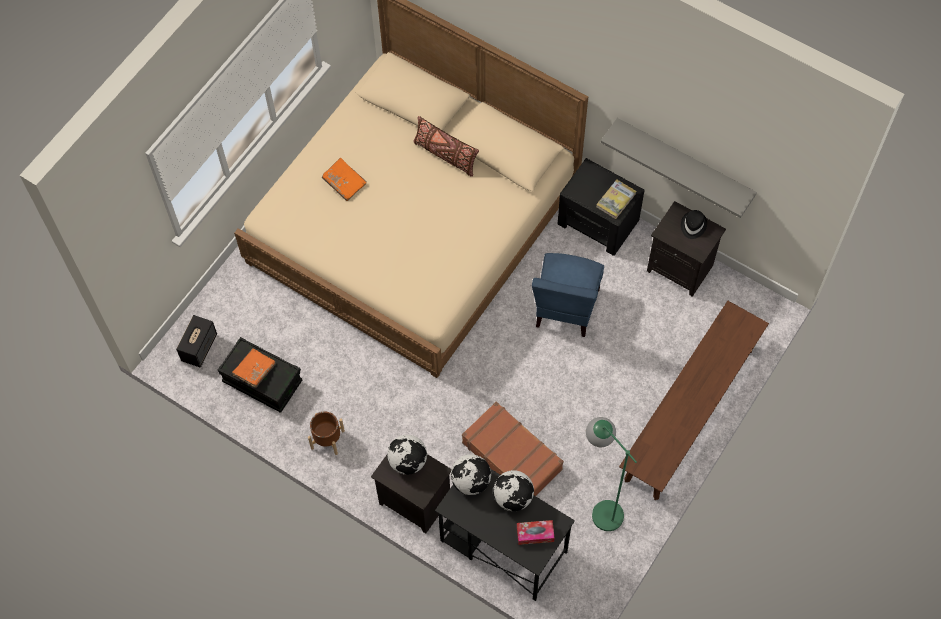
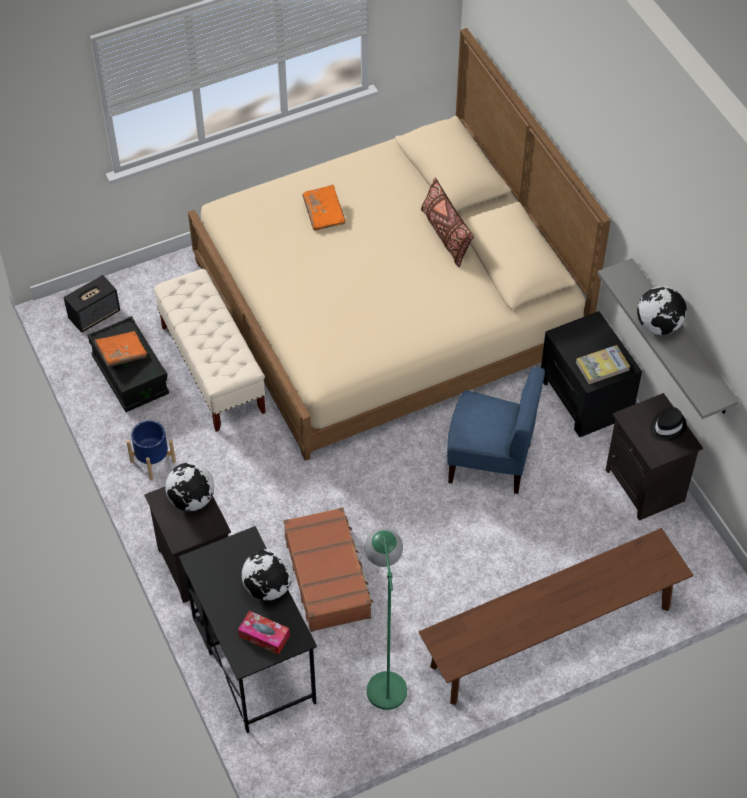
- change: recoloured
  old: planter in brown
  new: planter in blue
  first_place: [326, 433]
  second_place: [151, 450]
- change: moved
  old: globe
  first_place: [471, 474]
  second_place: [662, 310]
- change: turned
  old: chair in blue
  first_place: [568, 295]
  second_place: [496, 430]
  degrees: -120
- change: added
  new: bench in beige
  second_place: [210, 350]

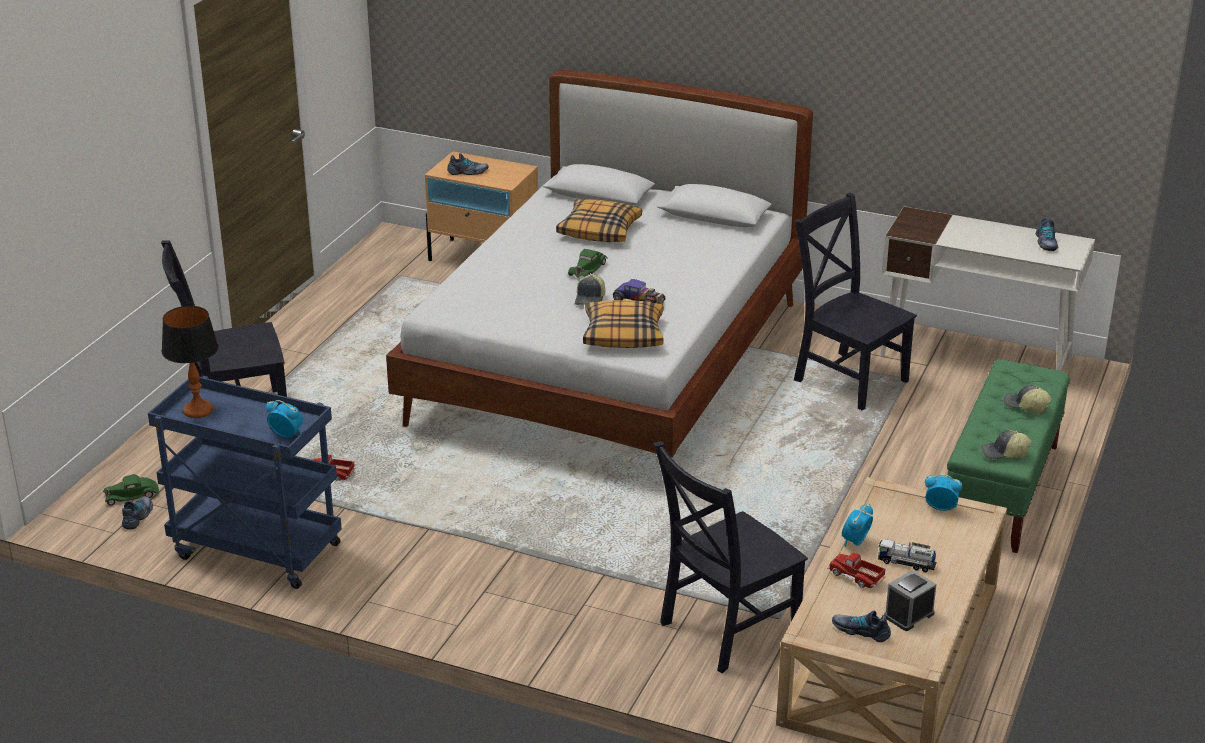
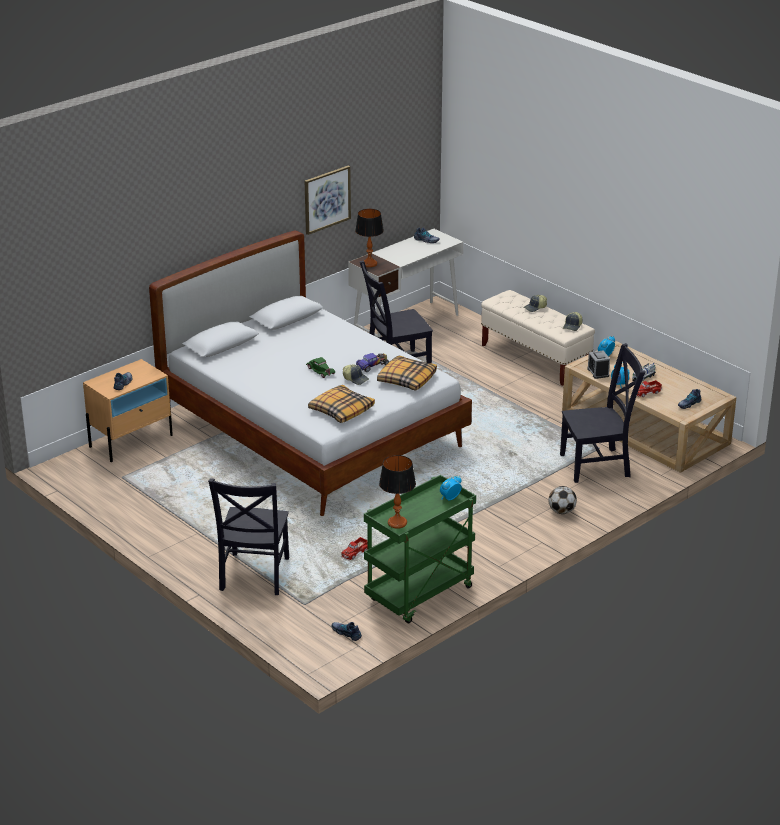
- change: removed
  old: toy car in green
  first_place: [131, 489]
- change: recoloured
  old: cart in blue
  new: cart in green
  first_place: [245, 482]
  second_place: [420, 549]
- change: moved
  old: pillow
  first_place: [599, 220]
  second_place: [341, 404]
- change: turned
  old: chair in black
  first_place: [730, 557]
  second_place: [602, 413]
  degrees: -90
- change: moved
  old: alarm clock
  first_place: [910, 600]
  second_place: [598, 364]
- change: recoloured
  old: bench in green
  new: bench in beige
  first_place: [1008, 456]
  second_place: [538, 338]
- change: added
  new: picture
  second_place: [328, 200]
- change: added
  new: table lamp
  second_place: [369, 238]
- change: added
  new: football
  second_place: [563, 500]

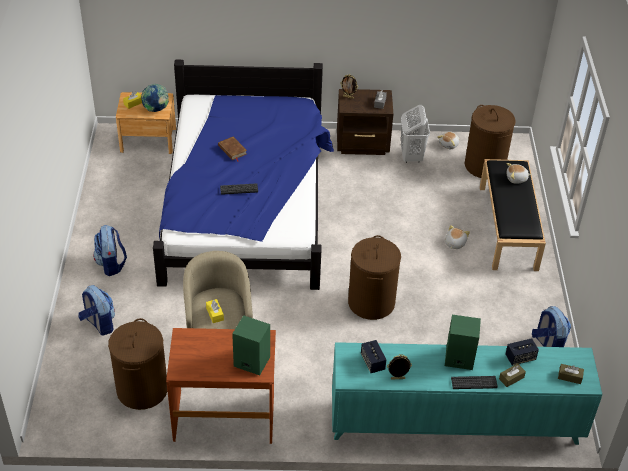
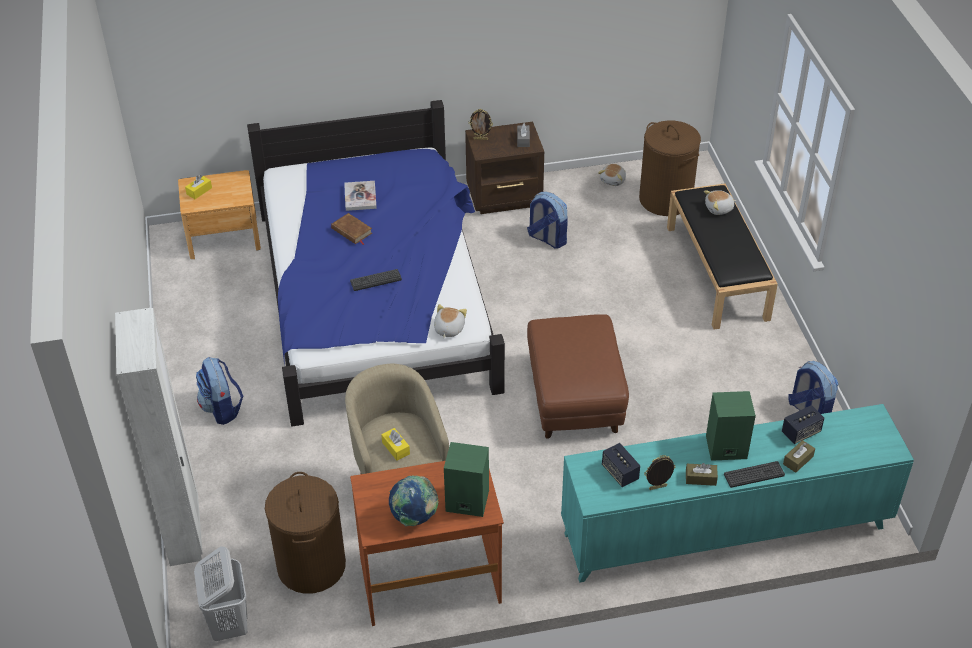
- change: moved
  old: backpack
  first_place: [96, 310]
  second_place: [547, 220]
- change: moved
  old: globe
  first_place: [155, 98]
  second_place: [414, 501]
- change: replaced
  old: laundry basket in brown
  new: ottoman in brown
  first_place: [374, 277]
  second_place: [578, 376]
- change: moved
  old: laundry basket in white
  first_place: [415, 134]
  second_place: [221, 594]
- change: moved
  old: plush toy
  first_place: [457, 237]
  second_place: [450, 321]
- change: moved
  old: tissue box in brown
  first_place: [571, 374]
  second_place: [702, 474]
- change: added
  new: wardrobe in white
  second_place: [159, 437]
- change: added
  new: book
  second_place: [360, 196]

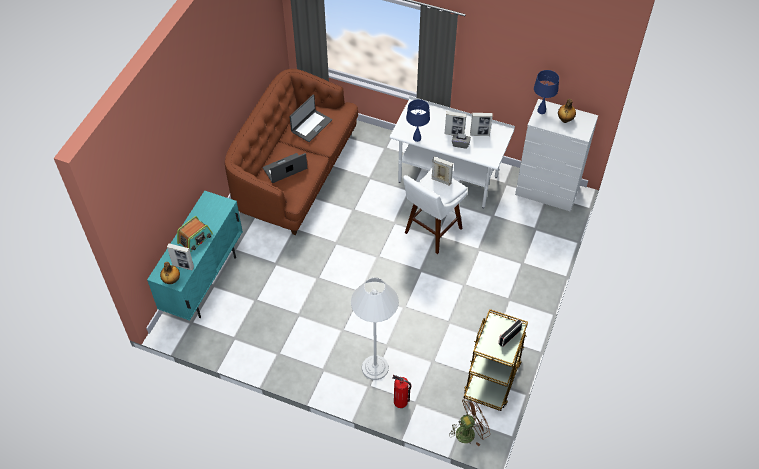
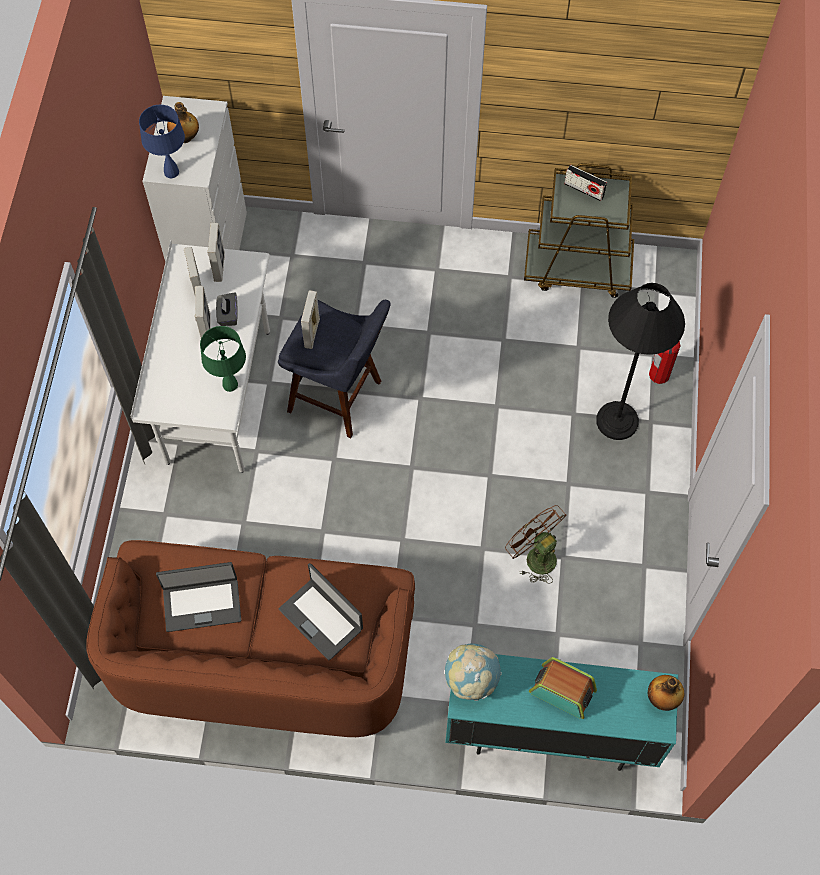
- change: moved
  old: picture frame
  first_place: [180, 256]
  second_place: [216, 252]
- change: turned
  old: laptop
  first_place: [310, 118]
  second_place: [198, 597]
  degrees: 150
- change: recoloured
  old: floor lamp in white
  new: floor lamp in black
  first_place: [375, 328]
  second_place: [640, 361]
- change: recoloured
  old: stool in white
  new: stool in blue
  first_place: [435, 211]
  second_place: [334, 368]
- change: recoloured
  old: table lamp in blue
  new: table lamp in green
  first_place: [418, 120]
  second_place: [223, 359]
- change: moved
  old: fan in brown
  first_place: [469, 421]
  second_place: [536, 544]
- change: added
  new: globe
  second_place: [473, 672]

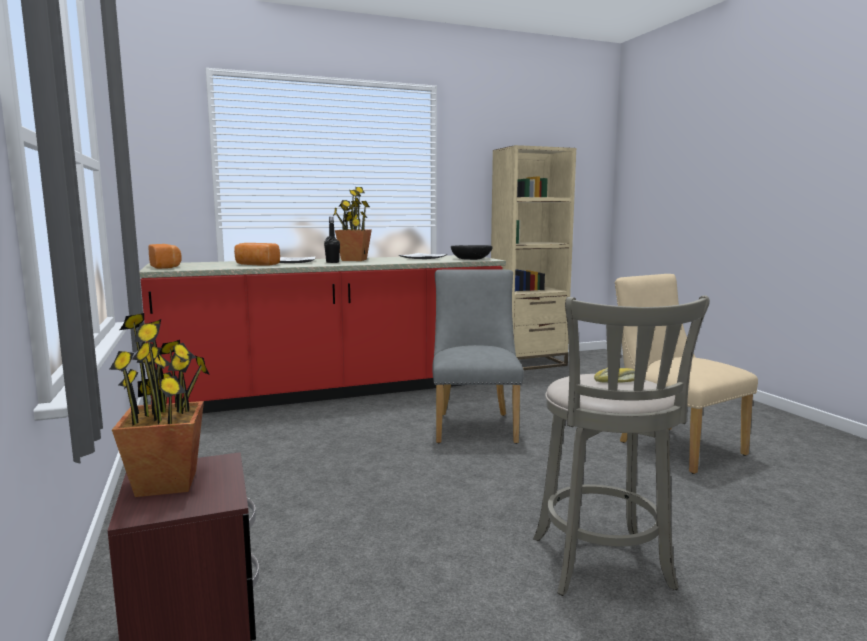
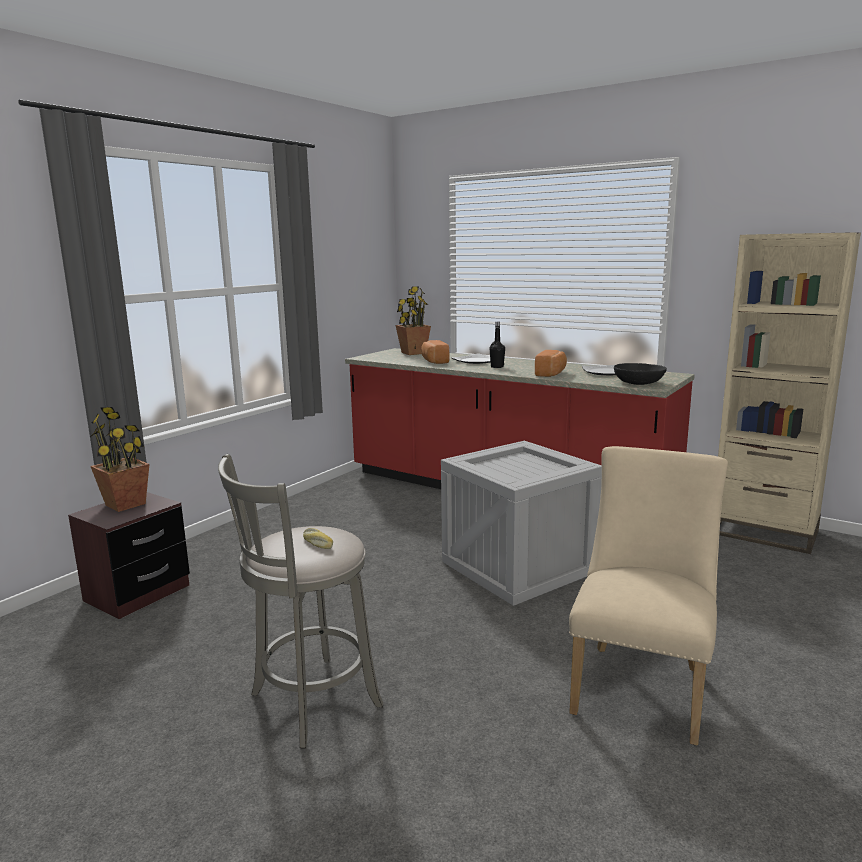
- change: moved
  old: bread
  first_place: [165, 256]
  second_place: [551, 363]
- change: moved
  old: potted plant
  first_place: [352, 224]
  second_place: [413, 320]
- change: replaced
  old: chair in grey
  new: crate
  first_place: [478, 356]
  second_place: [521, 523]

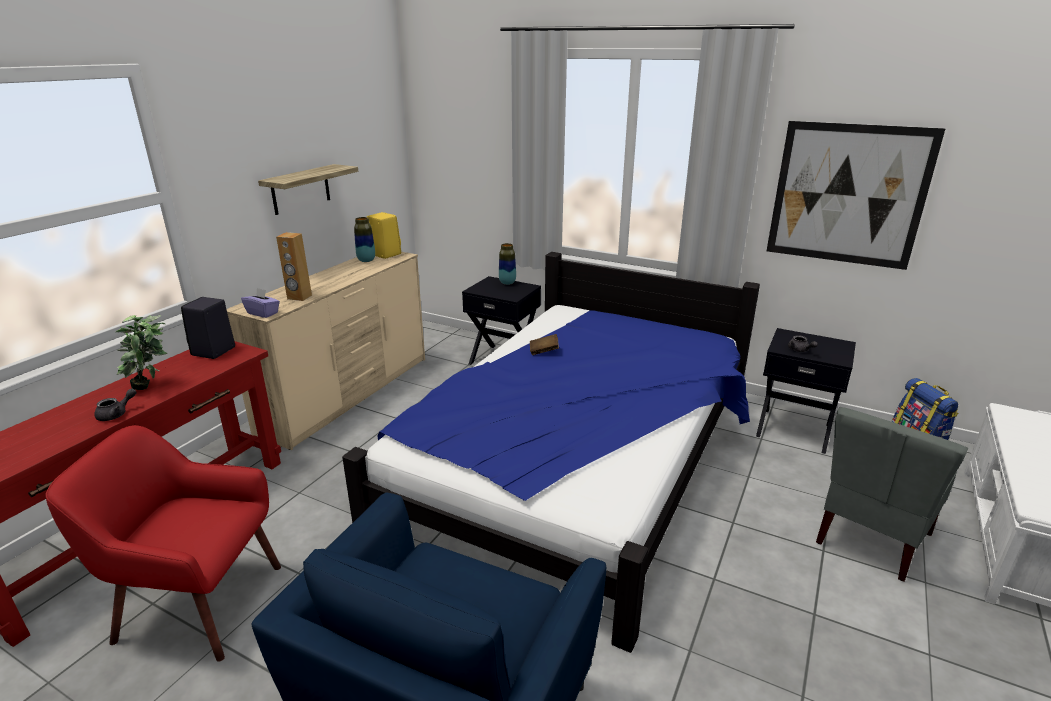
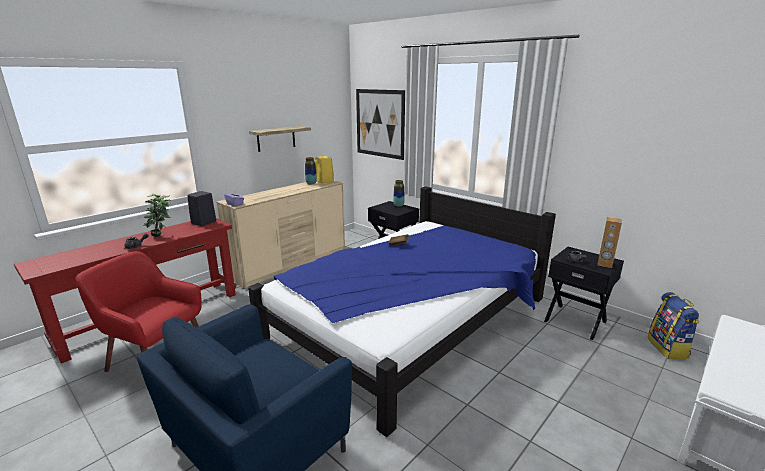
- change: moved
  old: speaker in brown
  first_place: [294, 266]
  second_place: [609, 242]
- change: moved
  old: picture
  first_place: [856, 195]
  second_place: [380, 124]
- change: removed
  old: chair in grey
  first_place: [892, 494]

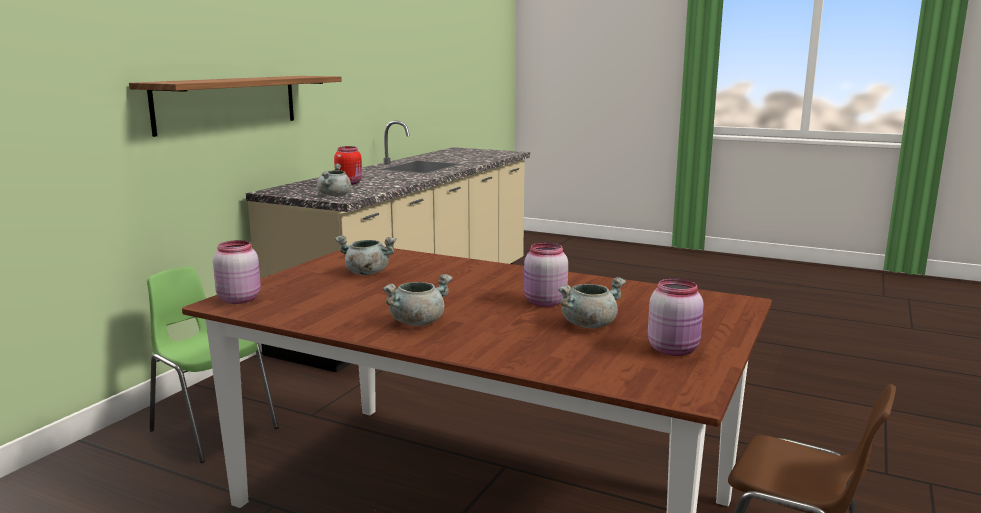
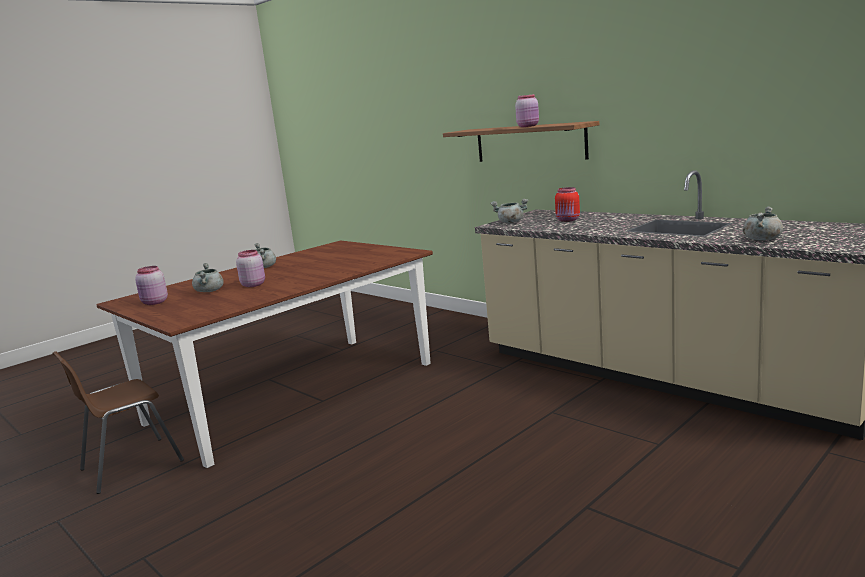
- change: removed
  old: chair in green
  first_place: [212, 365]
- change: moved
  old: jar in pink
  first_place: [237, 272]
  second_place: [527, 110]
- change: moved
  old: cooking pot in grey
  first_place: [365, 255]
  second_place: [763, 223]

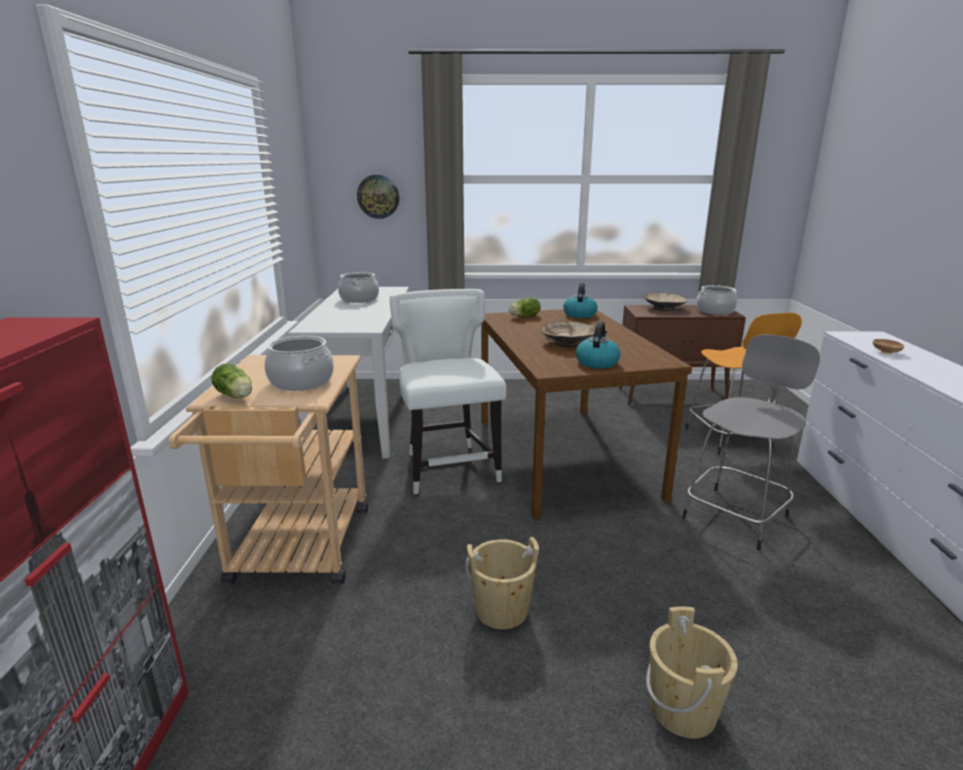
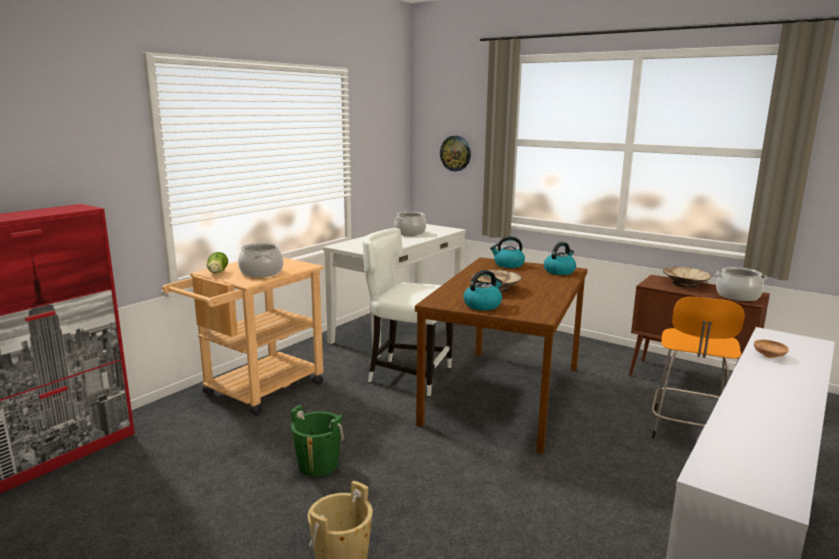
- change: turned
  old: chair in white
  first_place: [448, 391]
  second_place: [407, 312]
  degrees: -90
- change: recoloured
  old: bucket in beige
  new: bucket in green
  first_place: [502, 583]
  second_place: [317, 441]
- change: replaced
  old: lettuce
  new: kettle
  first_place: [525, 307]
  second_place: [507, 252]
- change: removed
  old: stool in grey
  first_place: [751, 442]

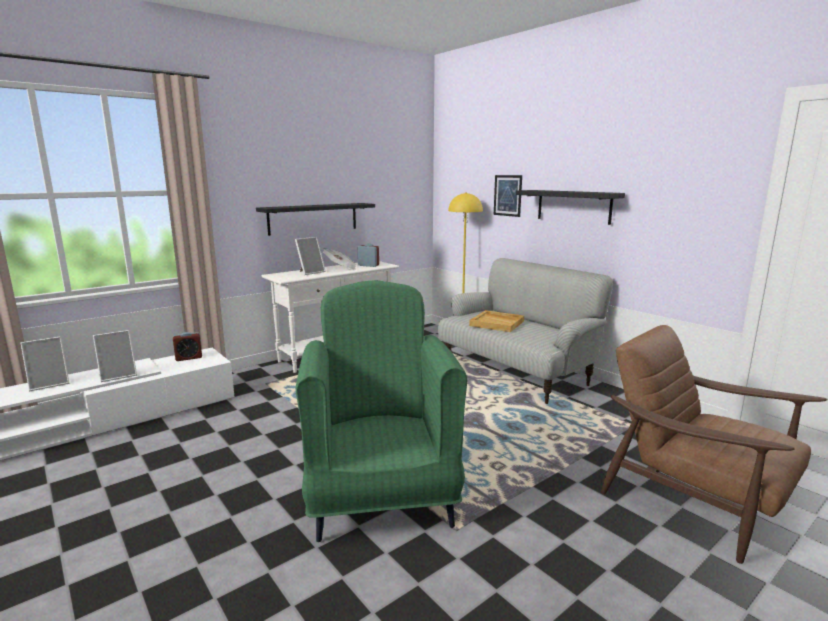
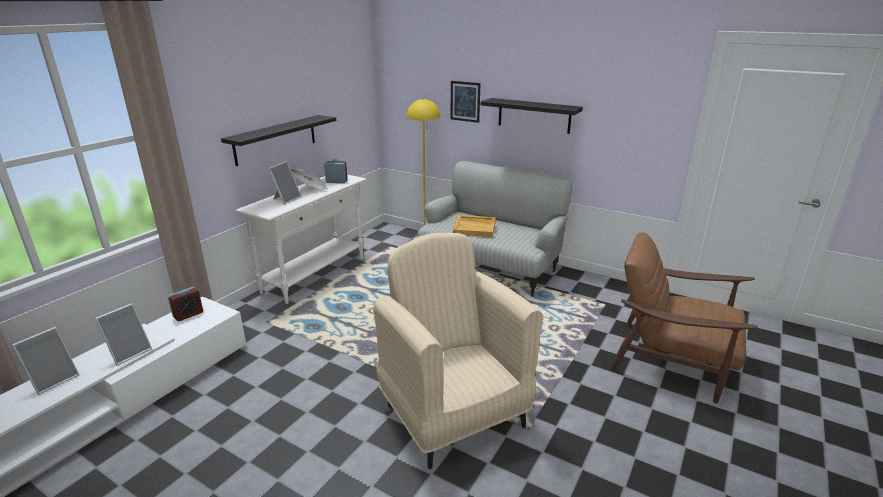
- change: recoloured
  old: armchair in green
  new: armchair in beige
  first_place: [381, 411]
  second_place: [458, 351]

